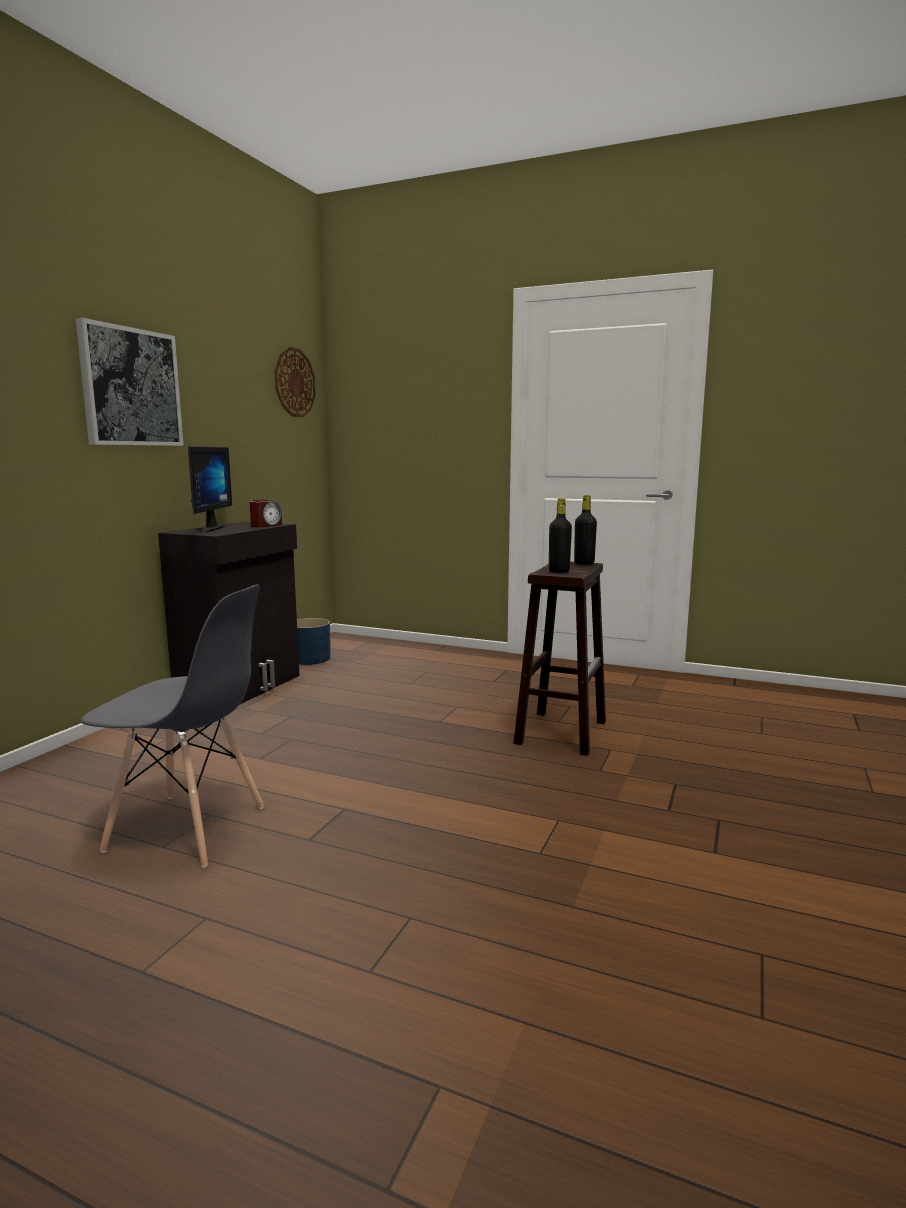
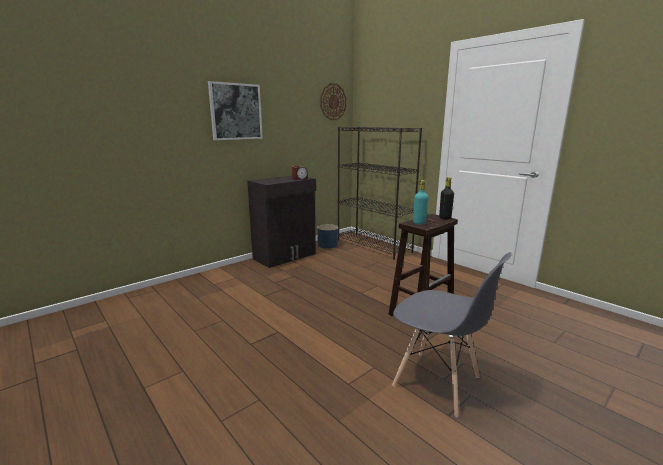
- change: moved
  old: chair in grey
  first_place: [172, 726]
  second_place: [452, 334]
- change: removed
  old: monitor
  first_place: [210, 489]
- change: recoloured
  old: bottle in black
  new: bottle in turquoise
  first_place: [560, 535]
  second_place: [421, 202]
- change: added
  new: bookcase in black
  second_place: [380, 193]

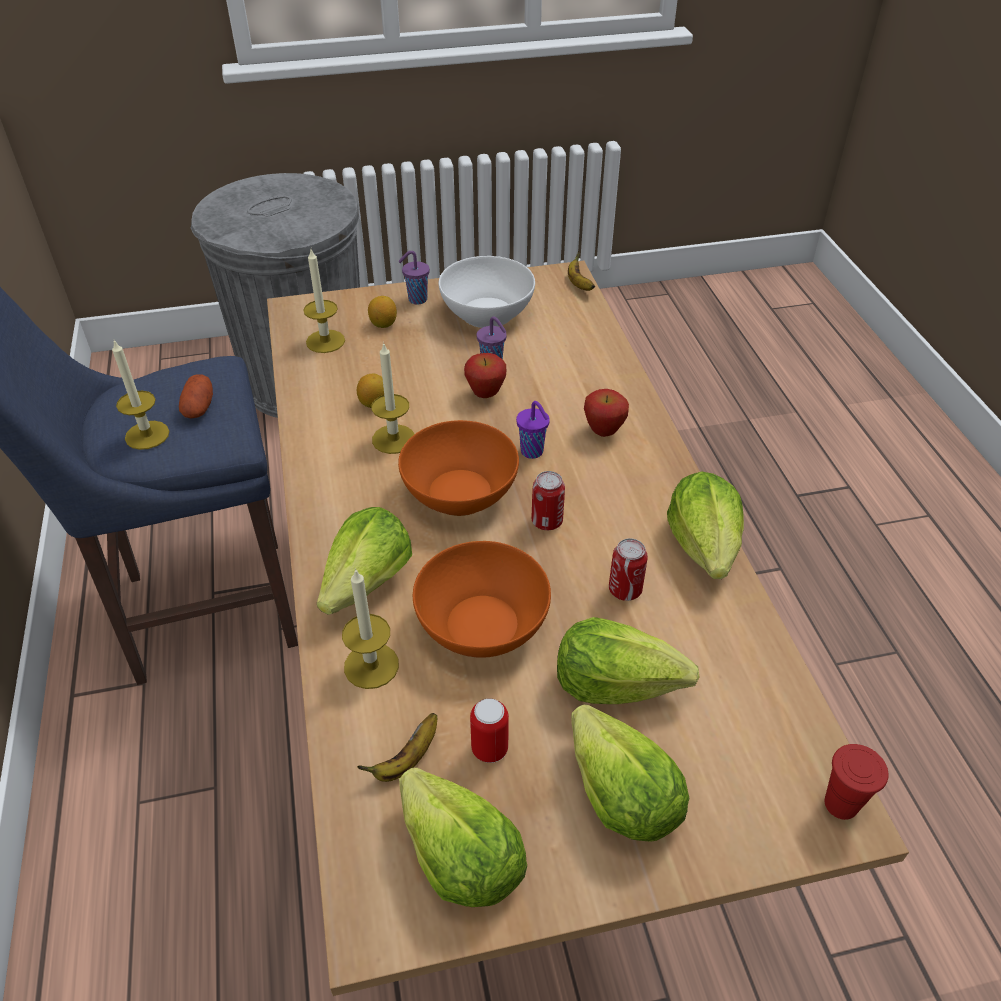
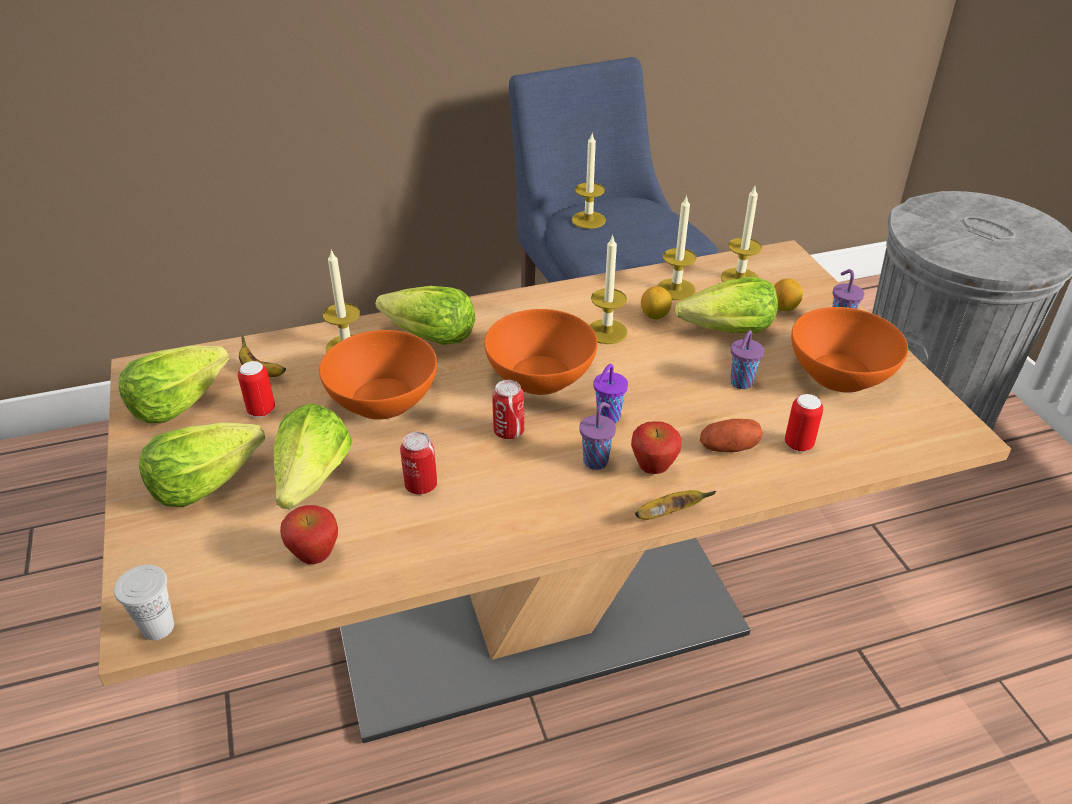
- change: moved
  old: potato
  first_place: [196, 396]
  second_place: [731, 435]
- change: recoloured
  old: bowl in white
  new: bowl in orange
  first_place: [487, 292]
  second_place: [849, 350]
- change: moved
  old: apple
  first_place: [485, 375]
  second_place: [309, 534]
- change: moved
  old: banana
  first_place: [581, 271]
  second_place: [675, 505]
- change: moved
  old: lettuce
  first_place: [705, 525]
  second_place: [726, 305]
- change: recoloured
  old: cup in red
  new: cup in white
  first_place: [856, 782]
  second_place: [144, 602]
- change: added
  new: cup in purple
  second_place: [598, 436]
- change: added
  new: candle
  second_place: [677, 247]
- change: added
  new: can
  second_place: [804, 423]

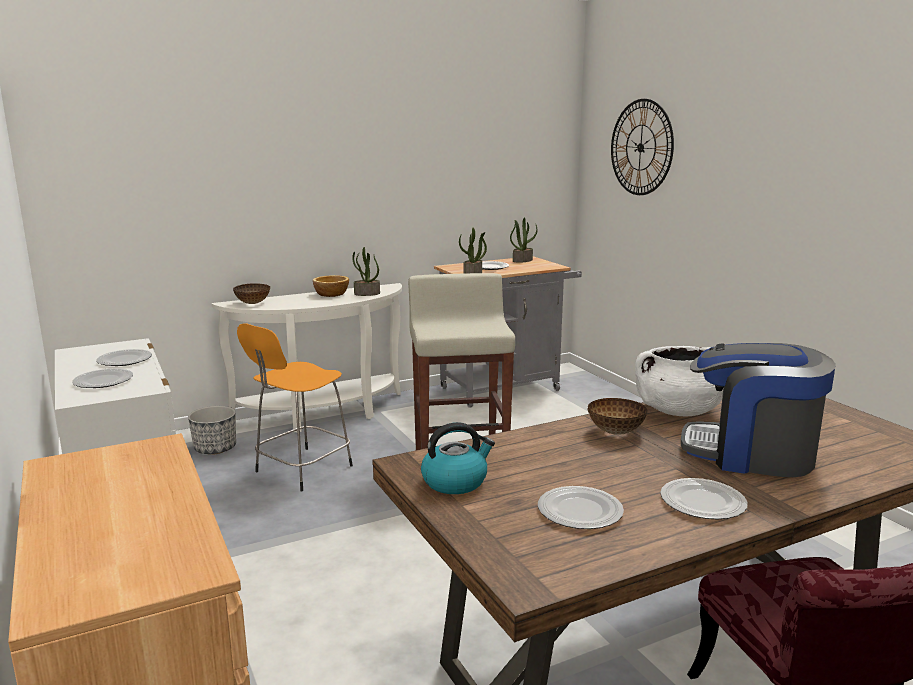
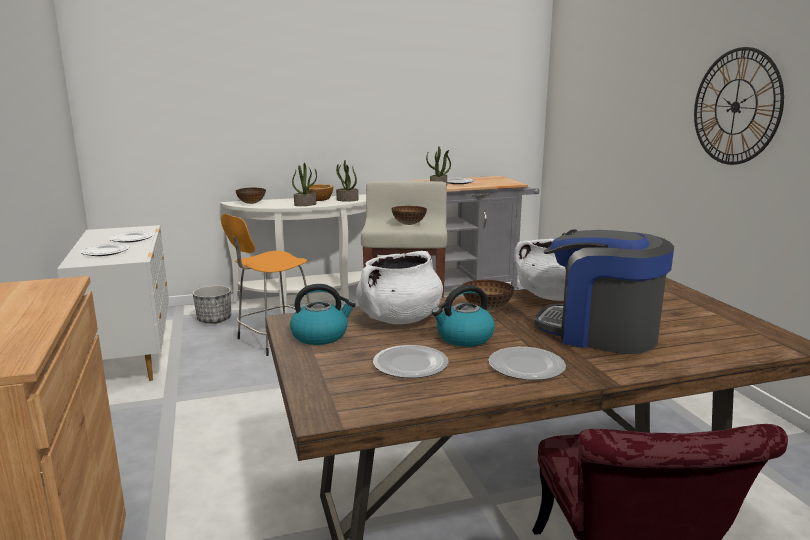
- change: moved
  old: potted plant
  first_place: [523, 239]
  second_place: [304, 184]
- change: moved
  old: wall clock
  first_place: [642, 147]
  second_place: [739, 106]
- change: added
  new: cooking pot in white
  second_place: [399, 287]
- change: added
  new: bowl
  second_place: [409, 215]
- change: added
  new: kettle
  second_place: [463, 316]

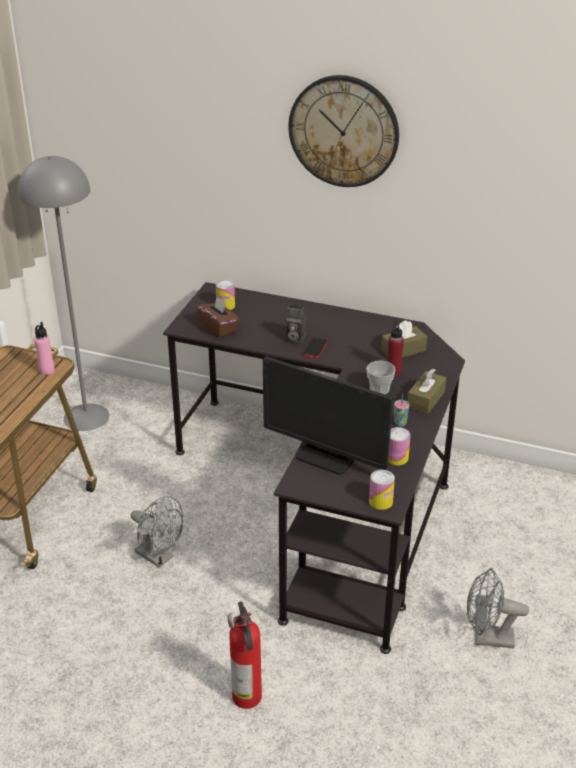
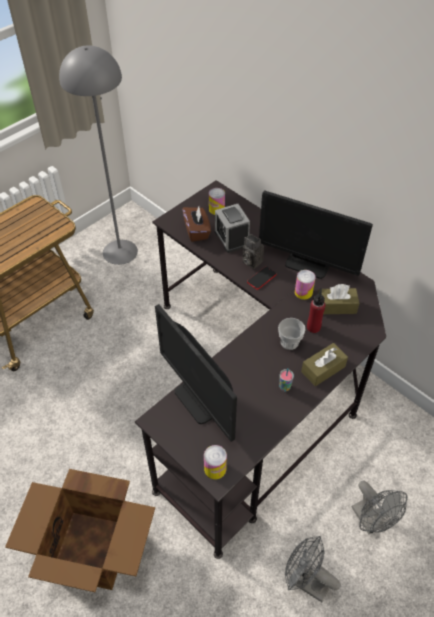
- change: removed
  old: bottle in pink
  first_place: [44, 348]
- change: moved
  old: fan in grey
  first_place: [157, 532]
  second_place: [379, 507]
- change: replaced
  old: fire extinguisher
  new: cardboard box
  first_place: [244, 655]
  second_place: [80, 530]
- change: removed
  old: wall clock
  first_place: [344, 131]
- change: moved
  old: can
  first_place: [399, 446]
  second_place: [305, 285]
- change: added
  new: alarm clock
  second_place: [232, 228]
- change: added
  new: monitor
  second_place: [316, 235]

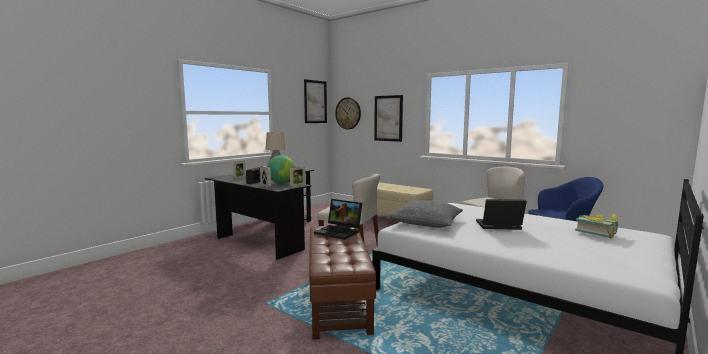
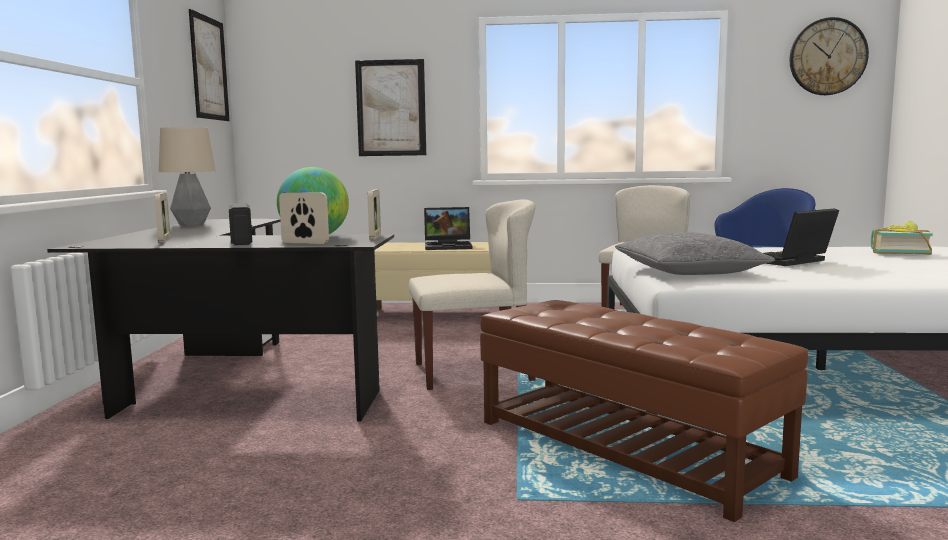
- change: moved
  old: laptop
  first_place: [338, 219]
  second_place: [448, 228]
- change: moved
  old: wall clock
  first_place: [348, 113]
  second_place: [829, 56]

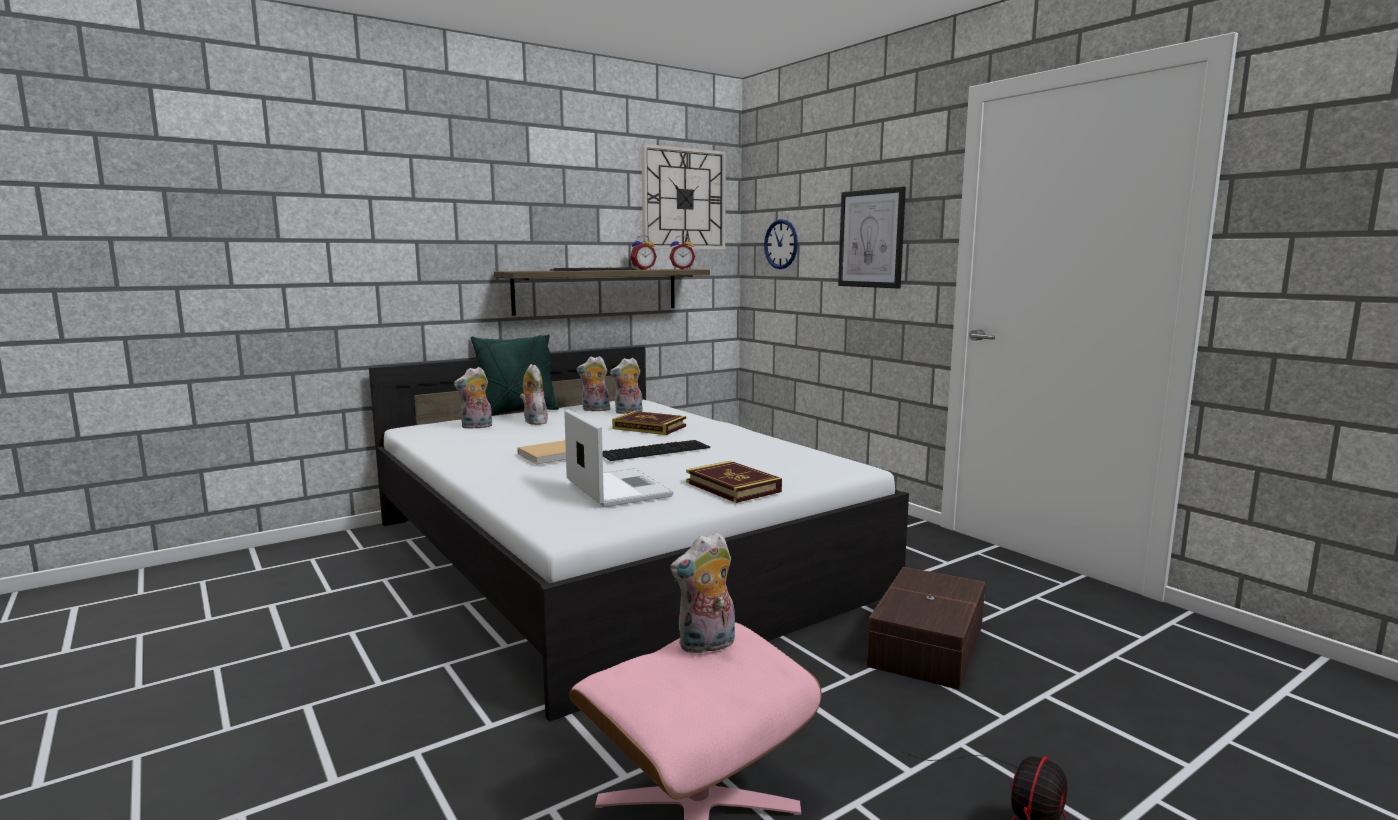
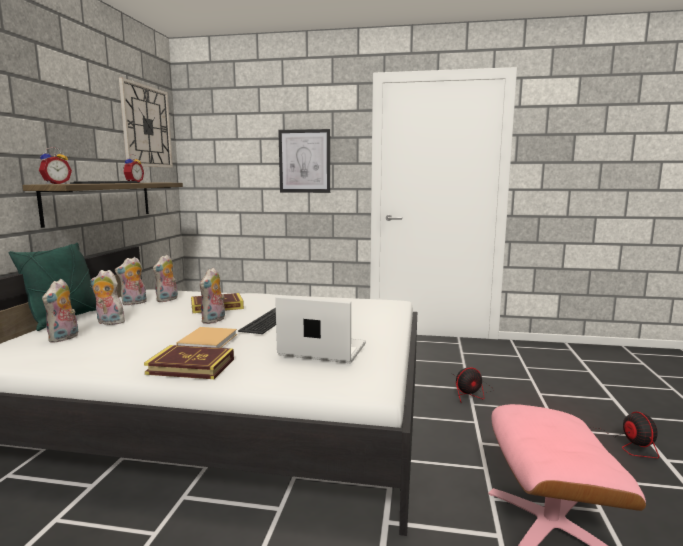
- change: moved
  old: alarm clock
  first_place: [682, 252]
  second_place: [55, 165]
- change: moved
  old: plush toy
  first_place: [702, 593]
  second_place: [212, 295]
- change: moved
  old: book
  first_place: [734, 482]
  second_place: [189, 362]
- change: removed
  old: wall clock
  first_place: [781, 244]
- change: replaced
  old: storage box in brown
  new: fan
  first_place: [926, 628]
  second_place: [472, 385]

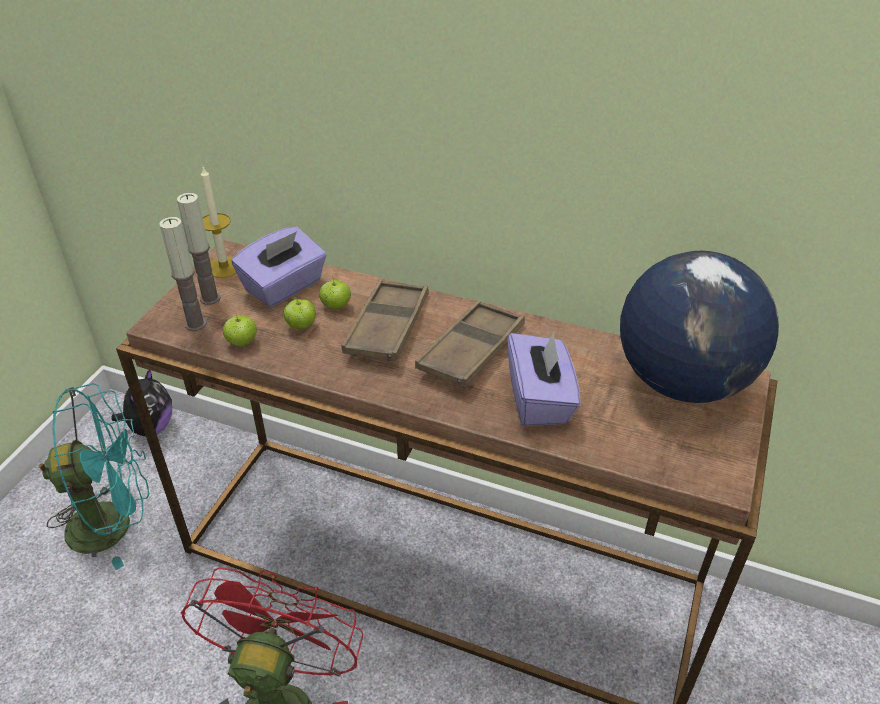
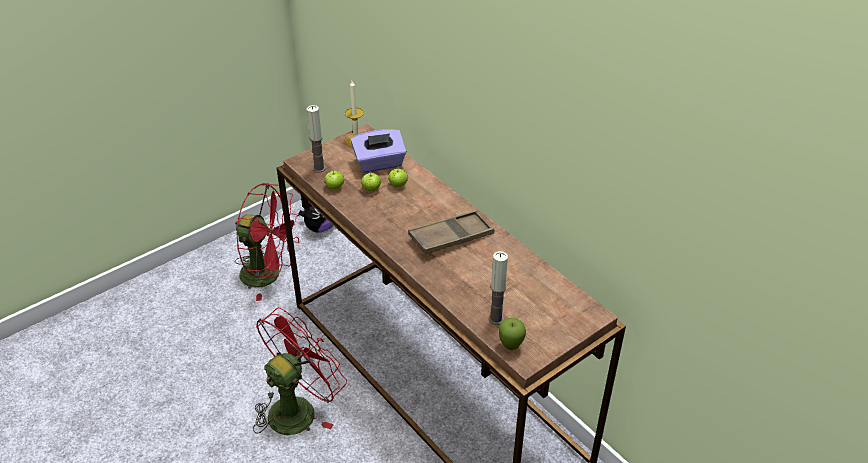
- change: recoloured
  old: fan in turquoise
  new: fan in red
  first_place: [94, 476]
  second_place: [267, 242]
- change: moved
  old: candle
  first_place: [199, 249]
  second_place: [498, 288]
- change: removed
  old: tray in brown
  first_place: [385, 321]
- change: removed
  old: tissue box in purple
  first_place: [543, 379]
- change: removed
  old: globe
  first_place: [699, 327]
- change: added
  new: apple
  second_place: [512, 334]

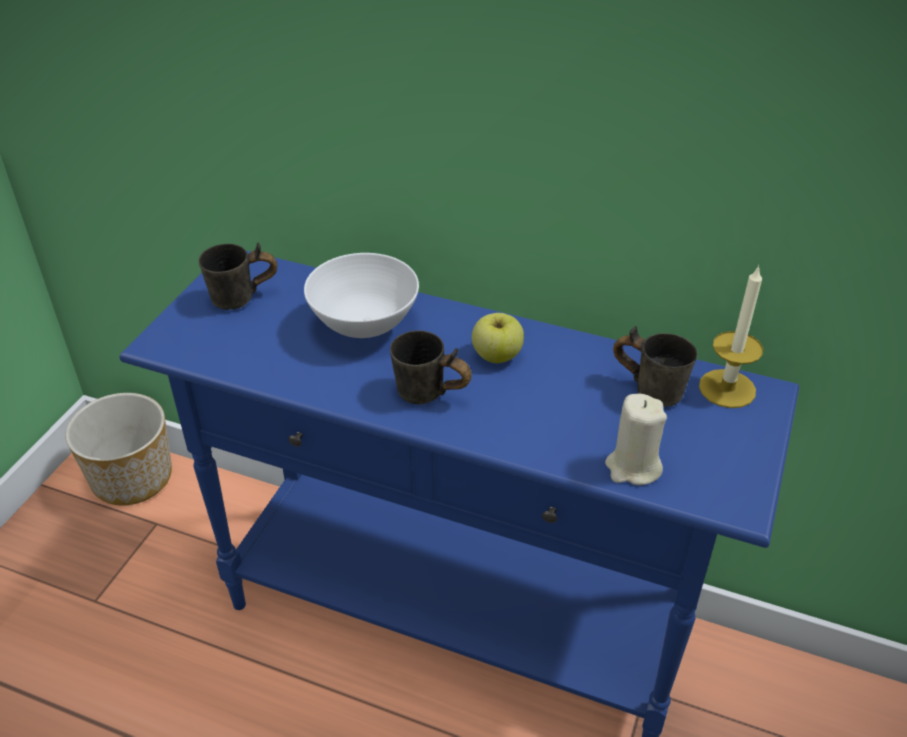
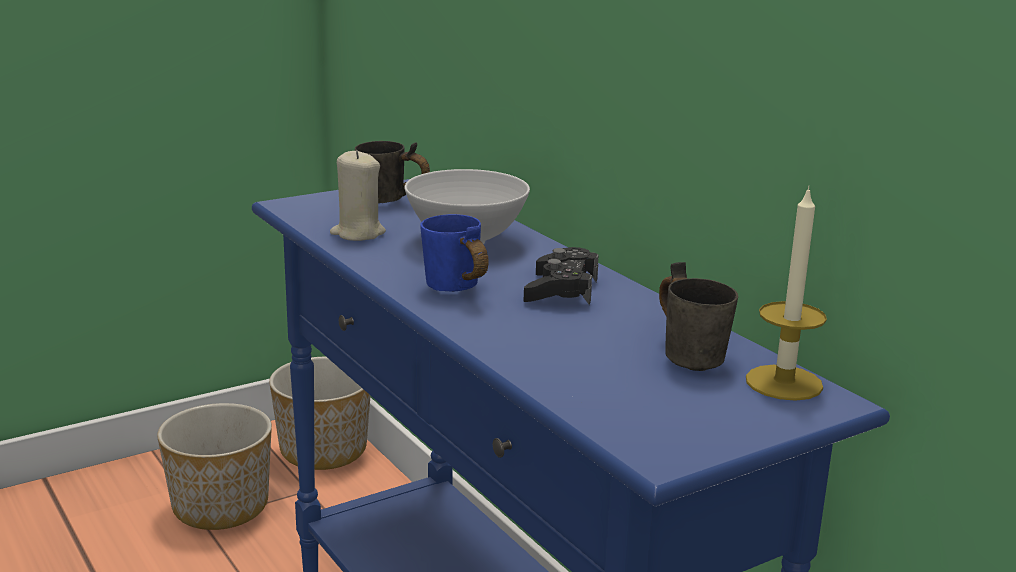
- change: recoloured
  old: mug in grey
  new: mug in blue
  first_place: [431, 367]
  second_place: [454, 253]
- change: replaced
  old: apple
  new: game controller in black
  first_place: [498, 338]
  second_place: [561, 276]
- change: moved
  old: candle in beige
  first_place: [636, 439]
  second_place: [358, 195]
- change: added
  new: planter
  second_place: [214, 466]

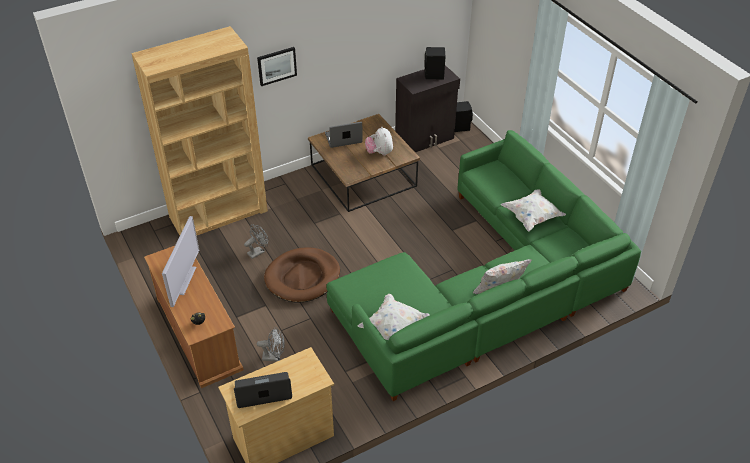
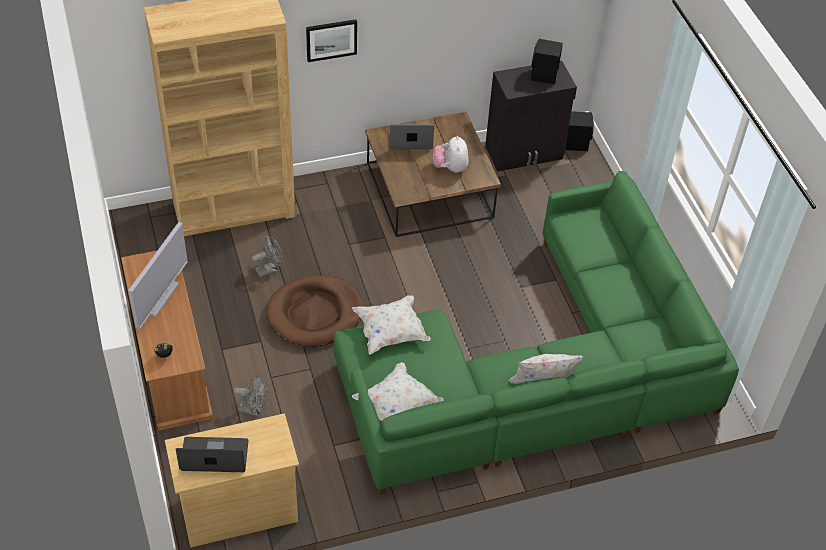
- change: moved
  old: pillow in white
  first_place: [533, 210]
  second_place: [391, 324]

